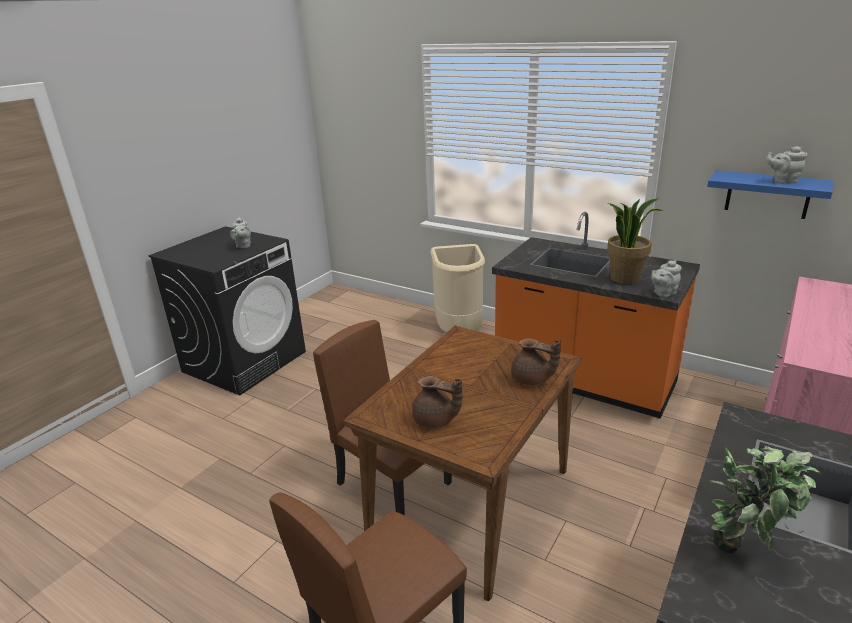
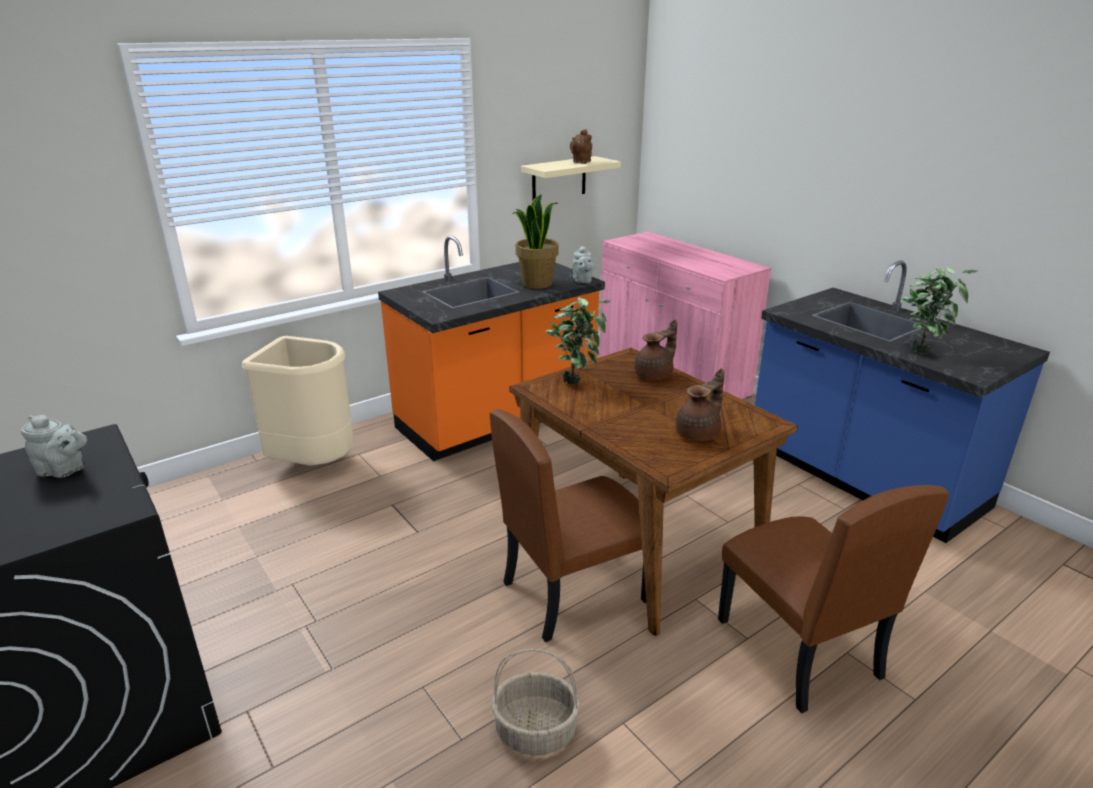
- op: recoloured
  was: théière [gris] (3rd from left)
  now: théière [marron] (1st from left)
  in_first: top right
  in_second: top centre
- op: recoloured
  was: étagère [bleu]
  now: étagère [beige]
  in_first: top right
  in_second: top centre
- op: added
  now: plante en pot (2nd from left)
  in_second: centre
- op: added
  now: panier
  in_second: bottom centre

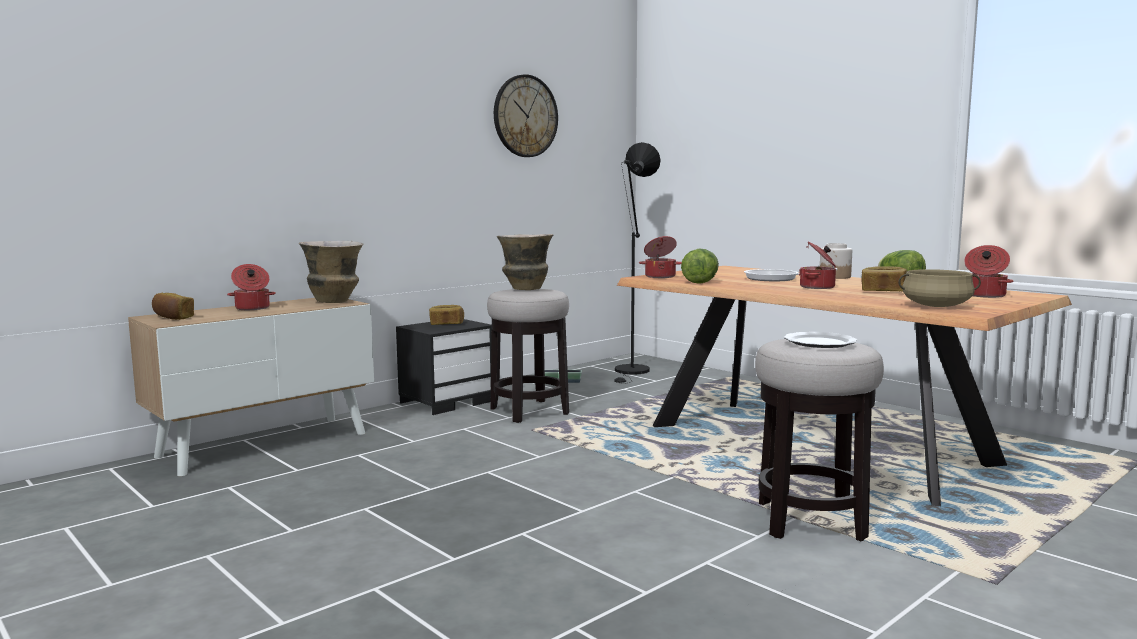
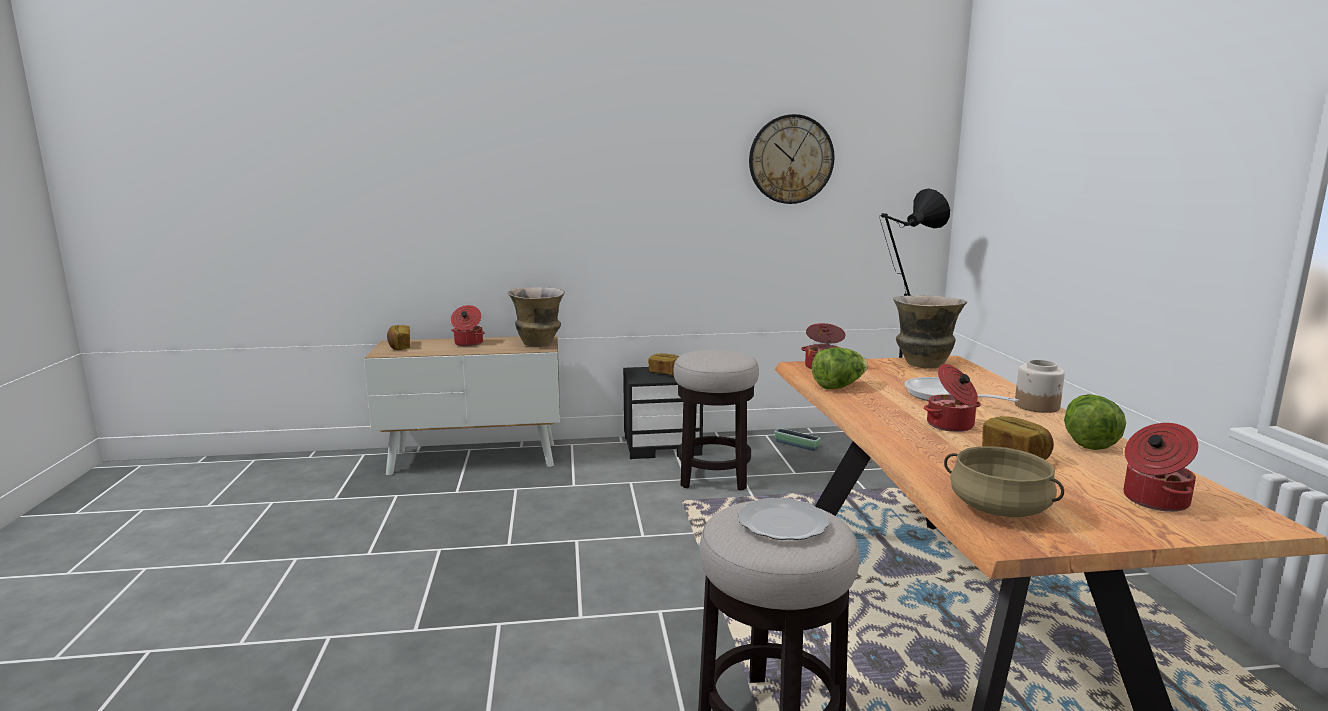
- op: moved
  was: vase (2nd from left)
  in_first: centre
  in_second: middle right

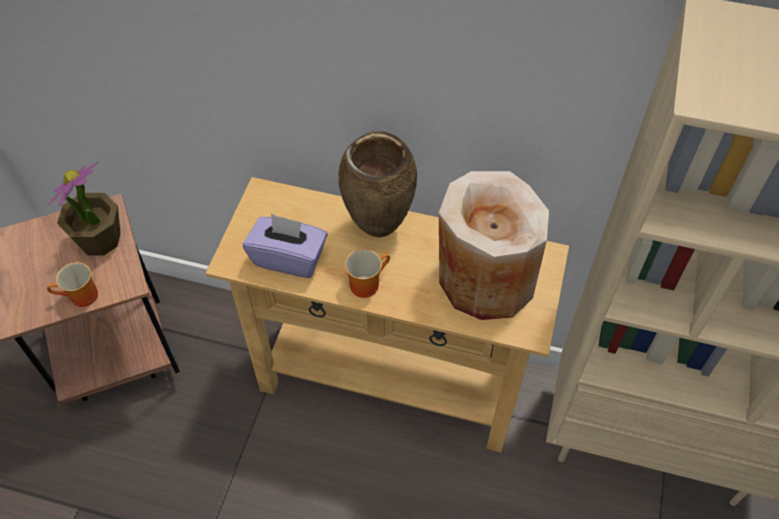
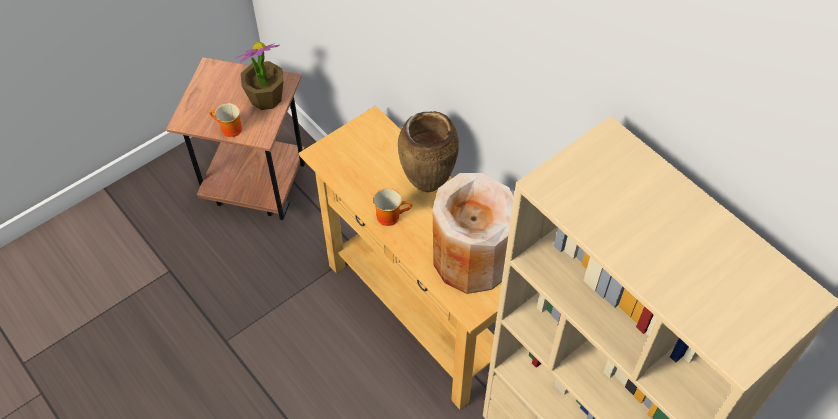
- op: removed
  was: boîte à mouchoirs [violet]
  in_first: centre

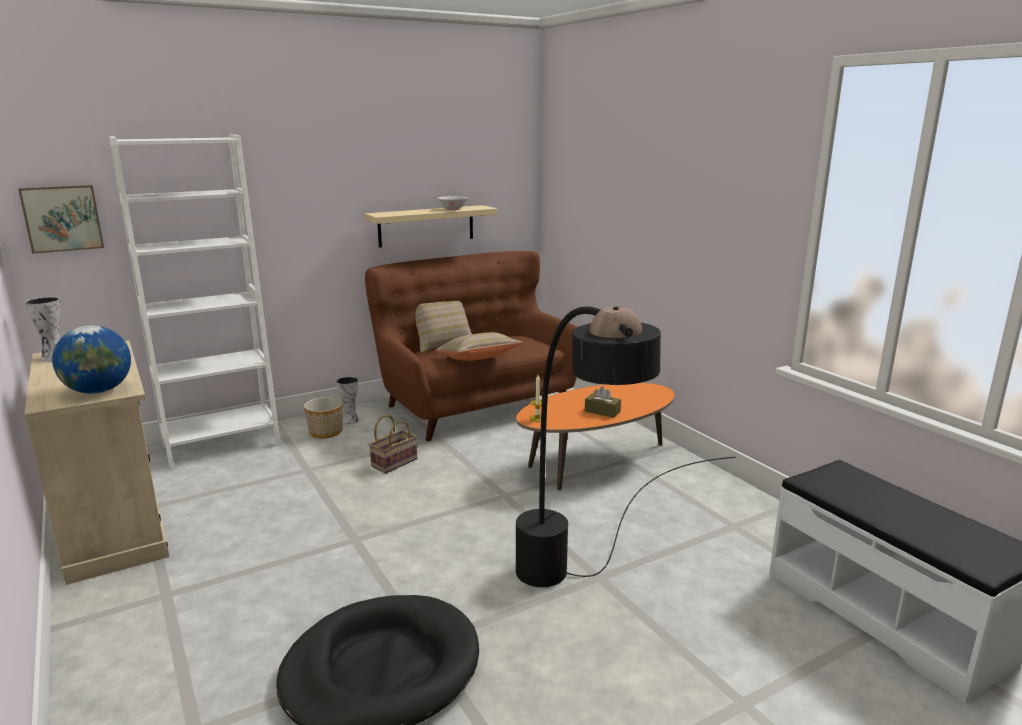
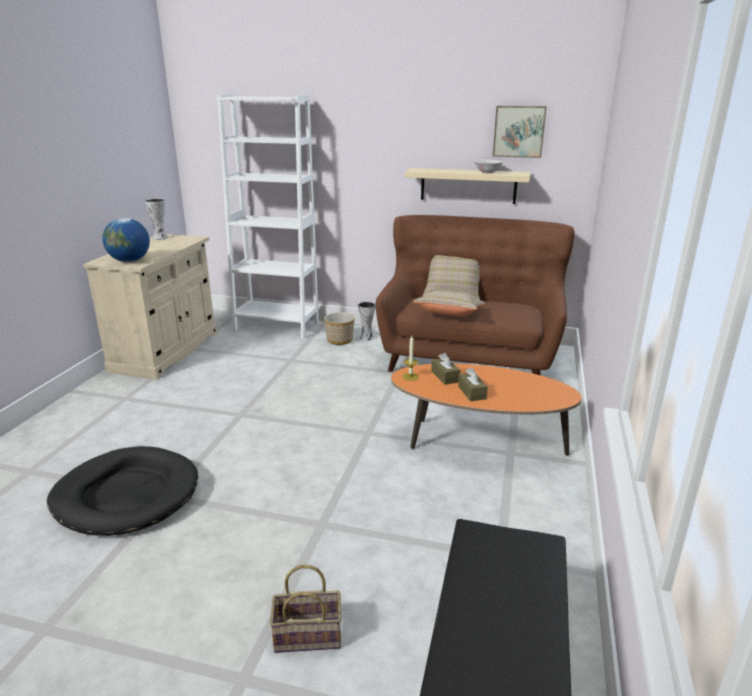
- op: moved
  was: tableau
  in_first: top left
  in_second: top right
- op: removed
  was: lampadaire [noir]
  in_first: centre
- op: moved
  was: panier
  in_first: centre
  in_second: bottom centre
- op: added
  now: boîte à mouchoirs [marron] (1st from left)
  in_second: centre

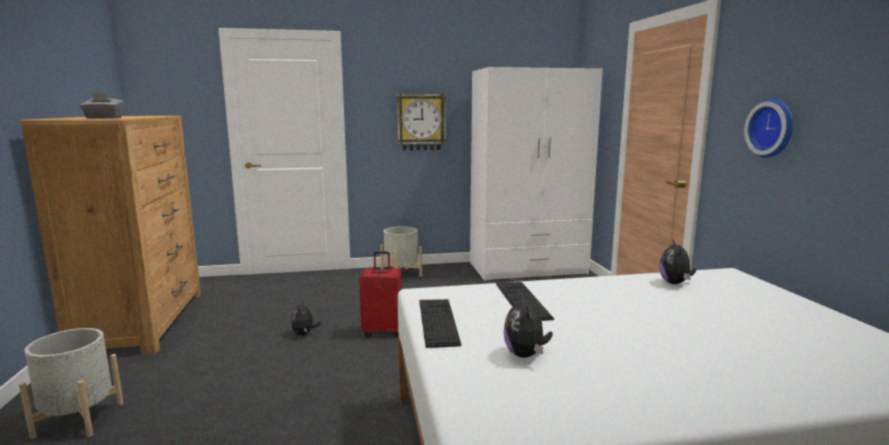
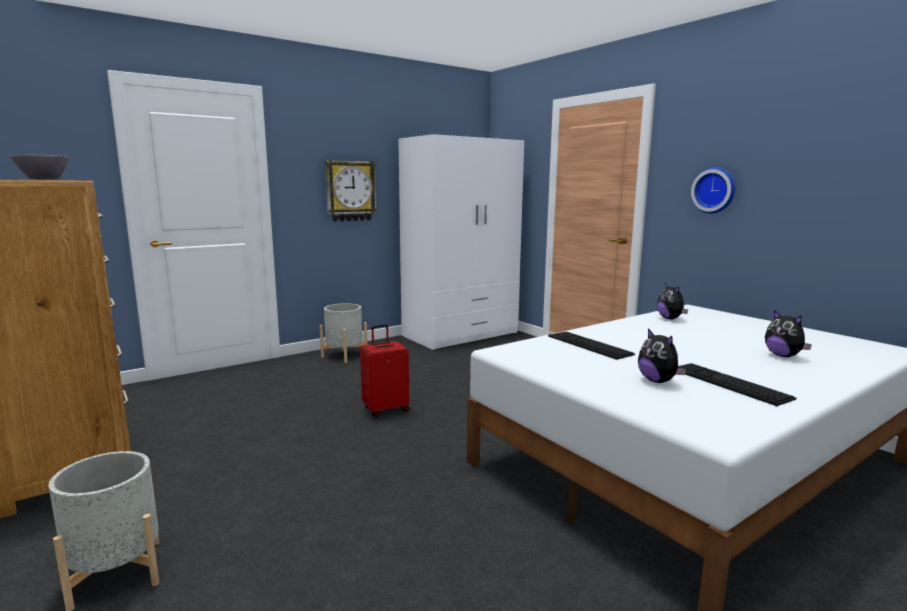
- op: replaced
  was: boîte à mouchoirs [gris]
  now: bol [gris]
  in_first: top left
  in_second: top left
- op: moved
  was: clavier (1st from left in the first image)
  now: clavier (2nd from left)
  in_first: bottom centre
  in_second: middle right
- op: moved
  was: peluche (1st from left in the first image)
  now: peluche (3rd from left)
  in_first: bottom centre
  in_second: middle right

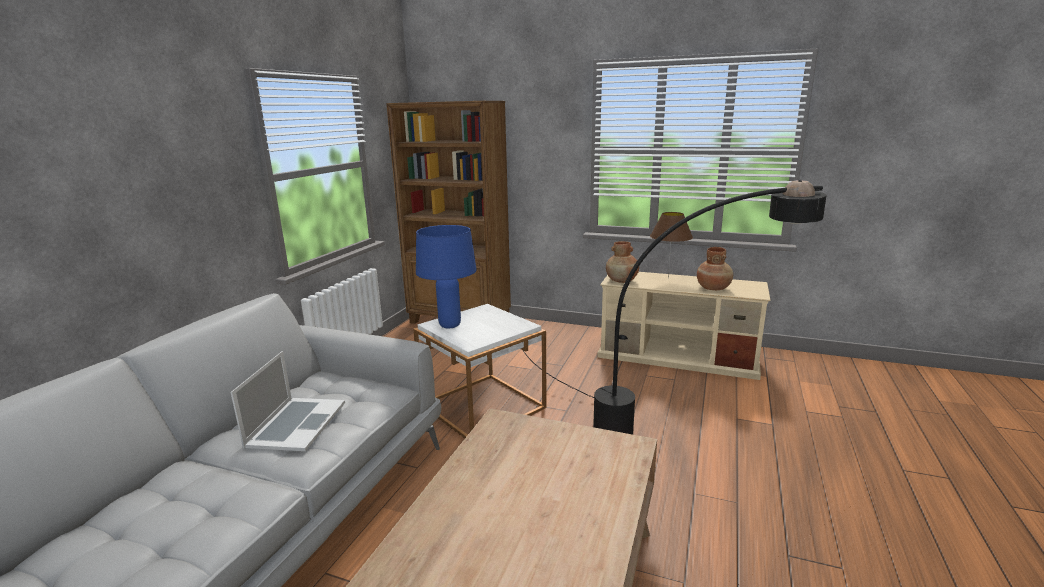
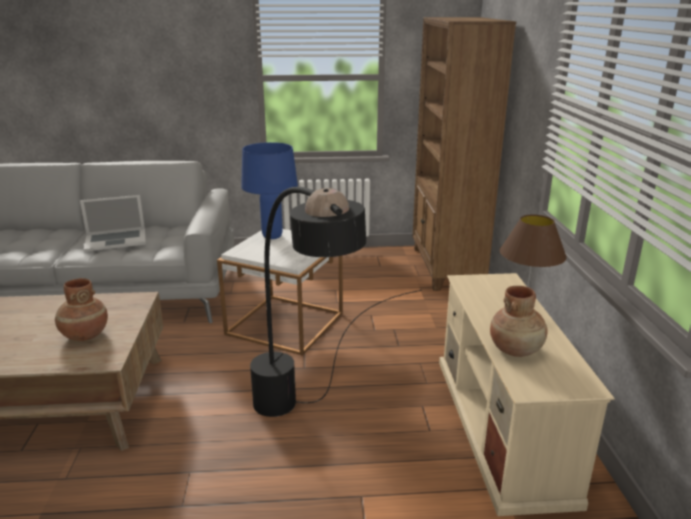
- op: moved
  was: vase [marron] (1st from left)
  in_first: centre
  in_second: middle left

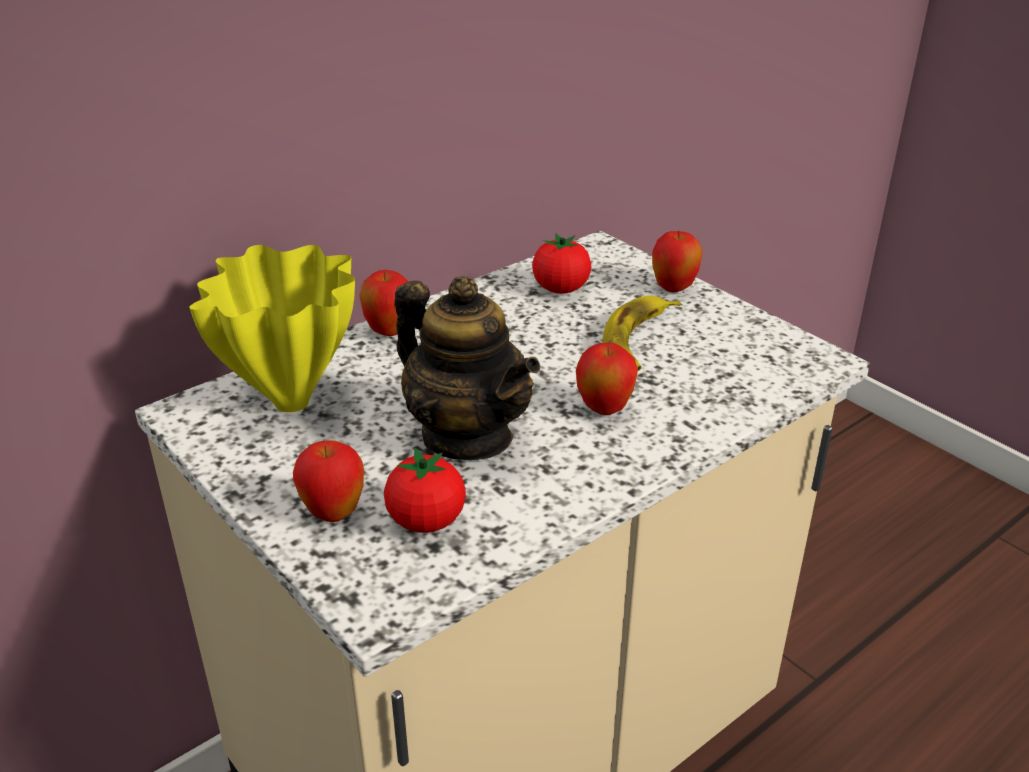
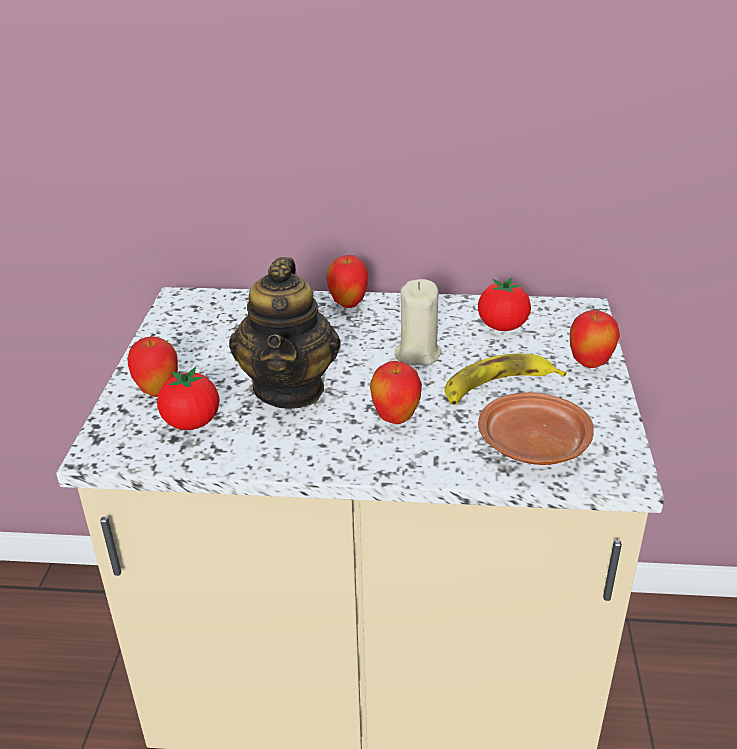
- op: removed
  was: vase [jaune]
  in_first: middle left
- op: added
  now: bougie [beige]
  in_second: centre
- op: added
  now: assiette [marron]
  in_second: middle right

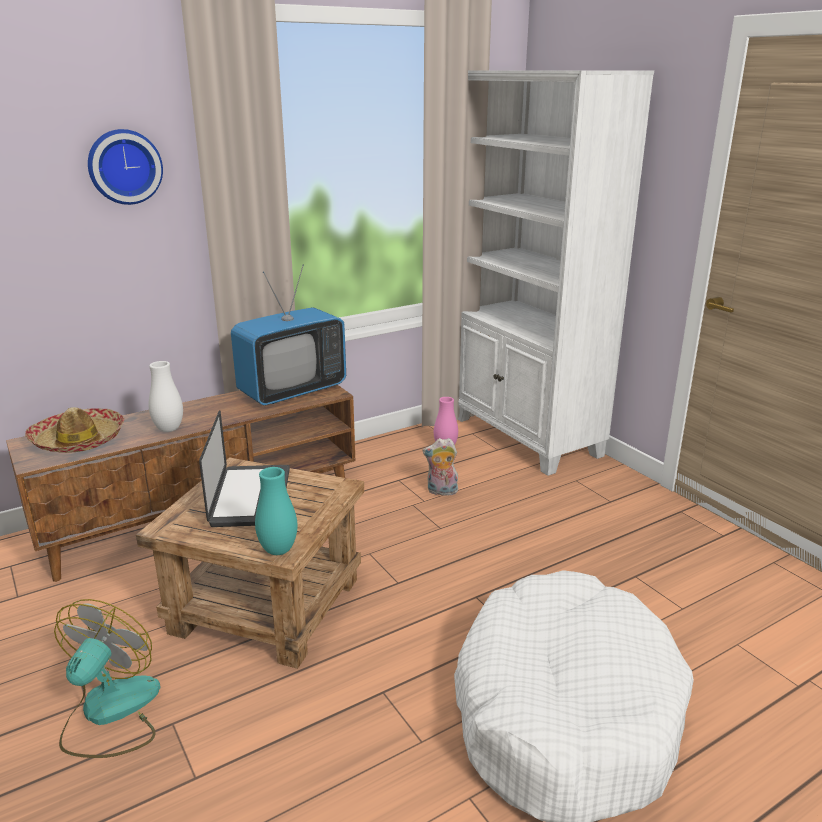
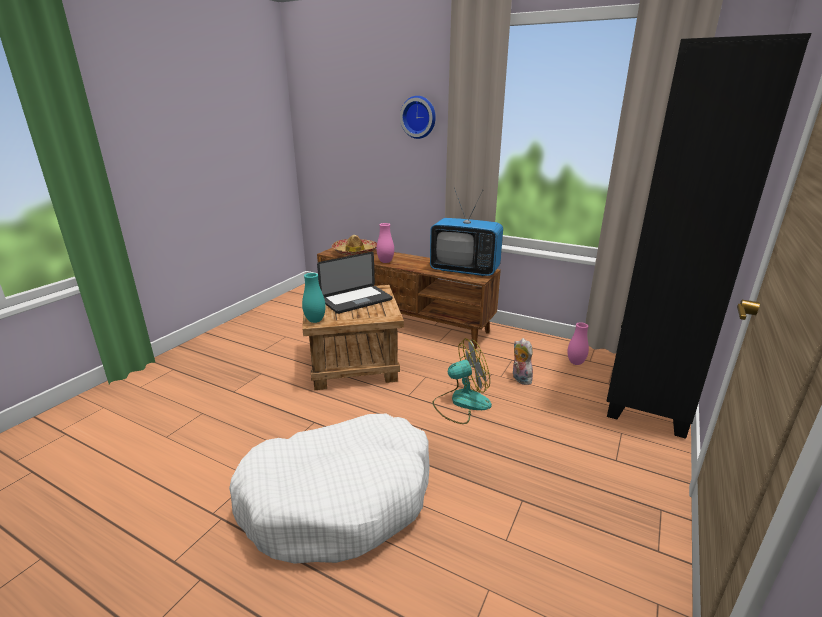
- op: recoloured
  was: bibliothèque [blanc]
  now: bibliothèque [noir]
  in_first: top right
  in_second: middle right
- op: recoloured
  was: vase [blanc]
  now: vase [rose] (1st from left)
  in_first: middle left
  in_second: centre
- op: moved
  was: ventilateur
  in_first: bottom left
  in_second: centre

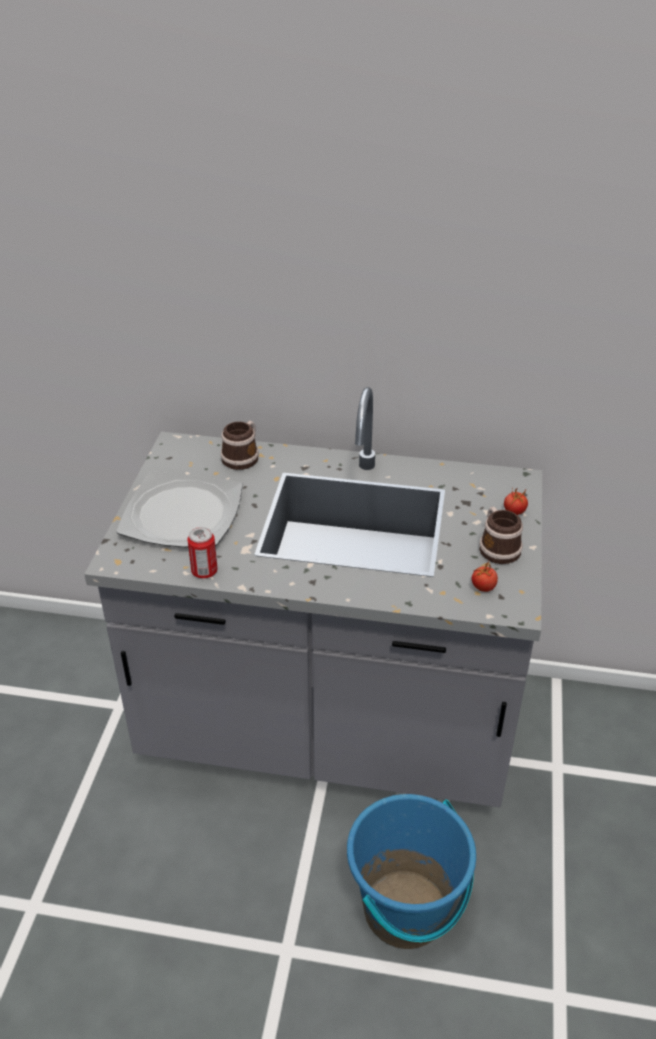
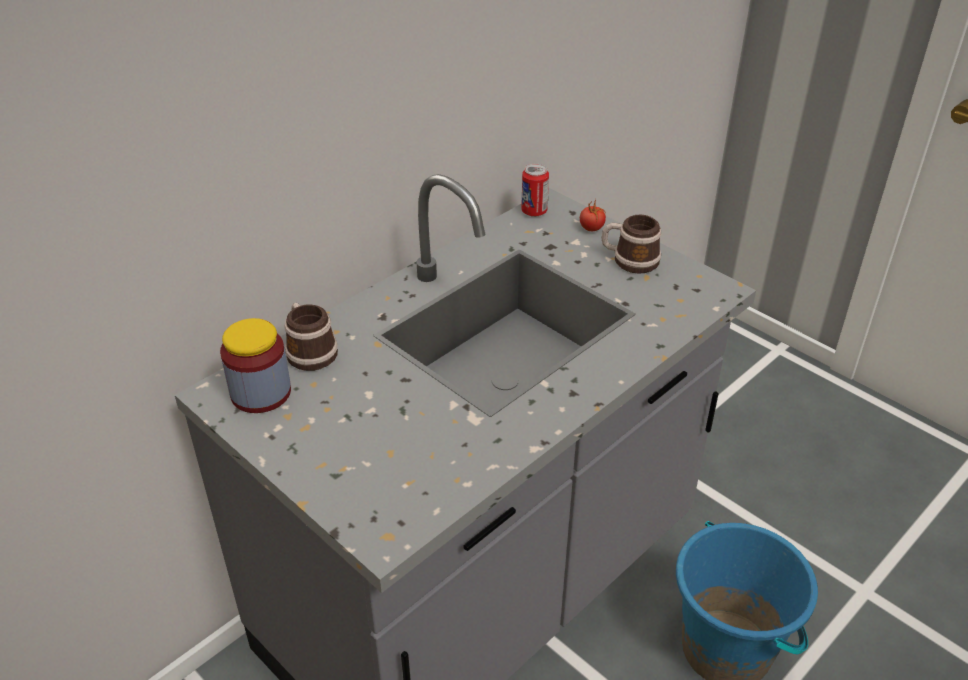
- op: removed
  was: assiette
  in_first: middle left
- op: moved
  was: boîte métallique
  in_first: middle left
  in_second: top centre
- op: removed
  was: tomate (1st from left)
  in_first: middle right
- op: added
  now: bocal
  in_second: middle left

